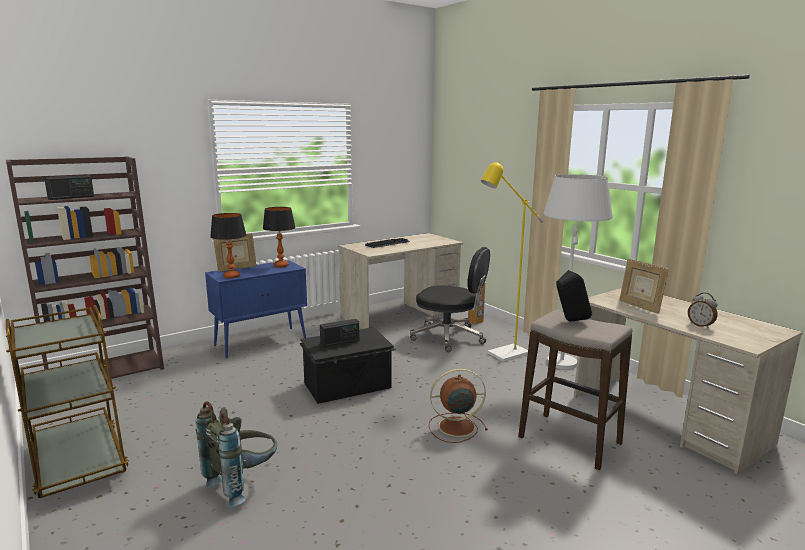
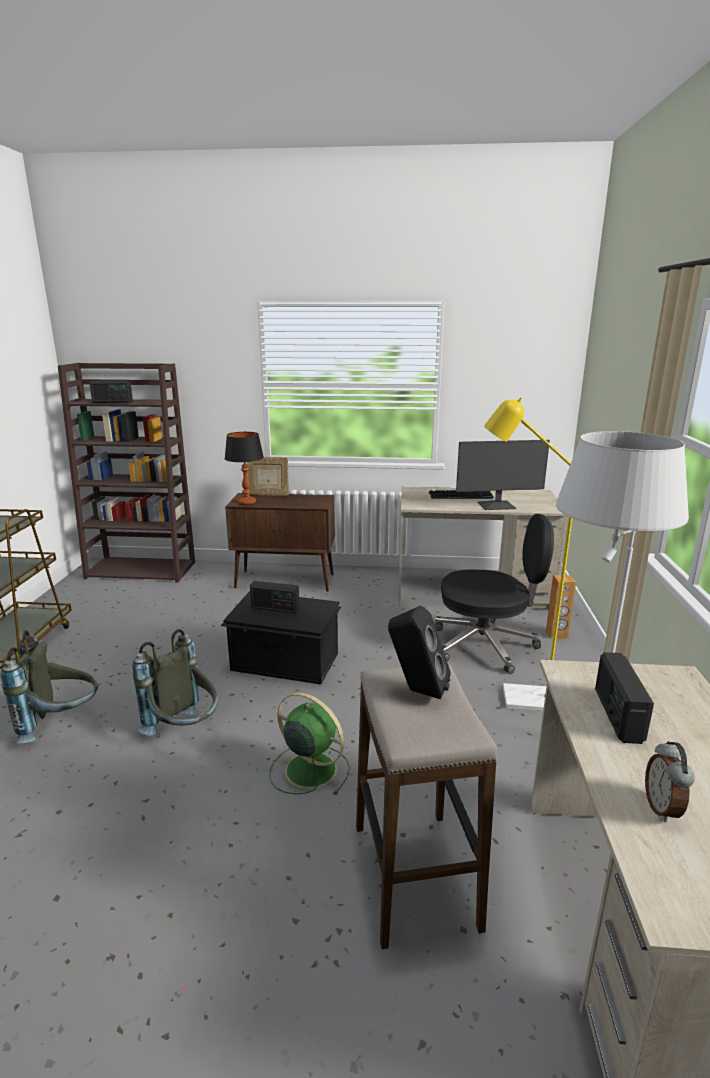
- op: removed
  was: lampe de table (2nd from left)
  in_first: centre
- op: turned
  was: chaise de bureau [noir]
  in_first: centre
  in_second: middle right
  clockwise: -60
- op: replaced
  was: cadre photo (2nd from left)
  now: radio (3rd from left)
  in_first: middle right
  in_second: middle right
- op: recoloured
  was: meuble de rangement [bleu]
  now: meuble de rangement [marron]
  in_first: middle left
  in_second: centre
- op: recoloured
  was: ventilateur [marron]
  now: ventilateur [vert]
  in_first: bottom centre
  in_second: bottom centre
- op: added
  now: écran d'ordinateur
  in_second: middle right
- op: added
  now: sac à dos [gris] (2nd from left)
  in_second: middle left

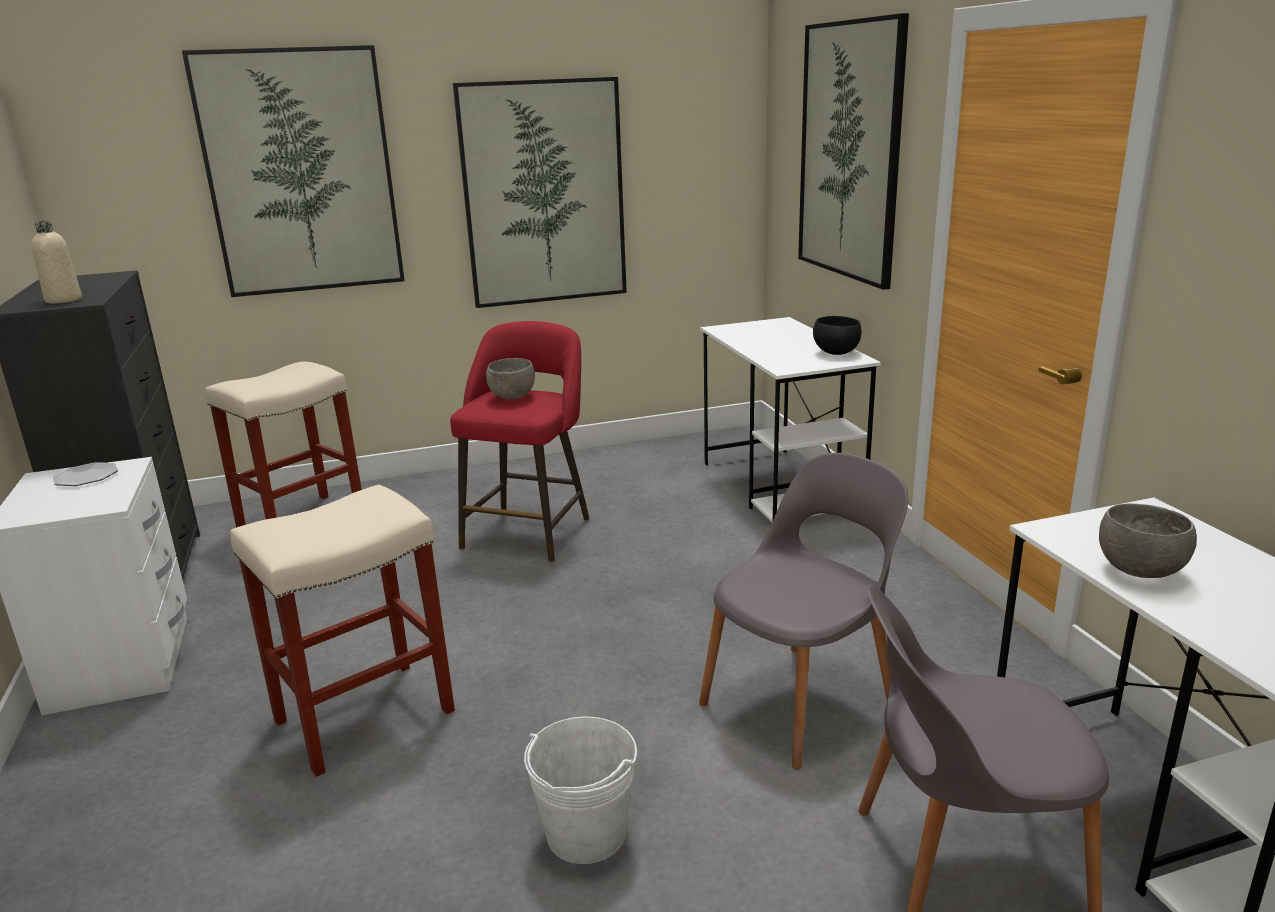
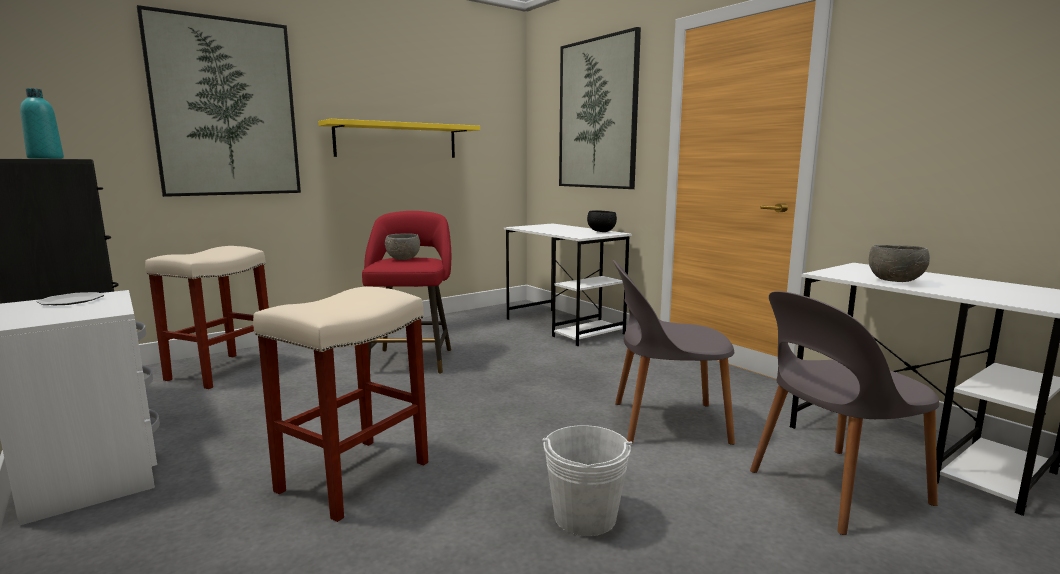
- op: replaced
  was: tableau (2nd from left)
  now: étagère [jaune]
  in_first: top centre
  in_second: top centre
- op: recoloured
  was: bouteille [beige]
  now: bouteille [turquoise]
  in_first: top left
  in_second: top left
- op: turned
  was: chaise [gris] (1st from left)
  in_first: bottom centre
  in_second: centre
  clockwise: -120

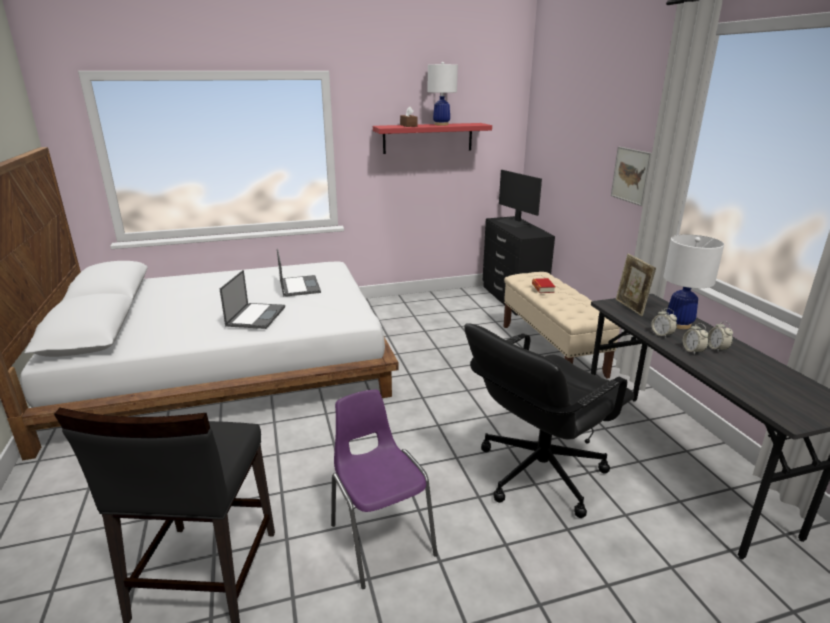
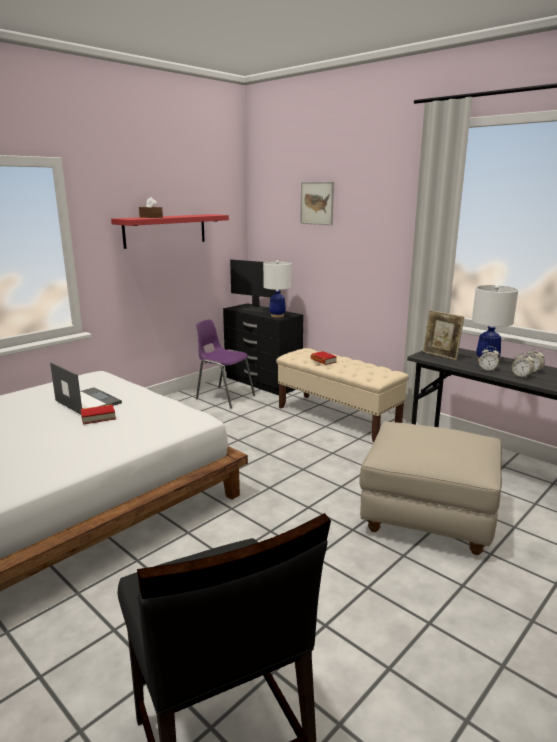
- op: moved
  was: lampe de table [blanc] (1st from left)
  in_first: top centre
  in_second: centre
- op: moved
  was: tableau
  in_first: top right
  in_second: top centre
- op: removed
  was: ordinateur portable (1st from left)
  in_first: middle left
- op: replaced
  was: chaise de bureau [noir]
  now: pouf [beige]
  in_first: bottom centre
  in_second: middle right
- op: moved
  was: chaise [violet]
  in_first: bottom centre
  in_second: centre
- op: added
  now: livre (1st from left)
  in_second: middle left

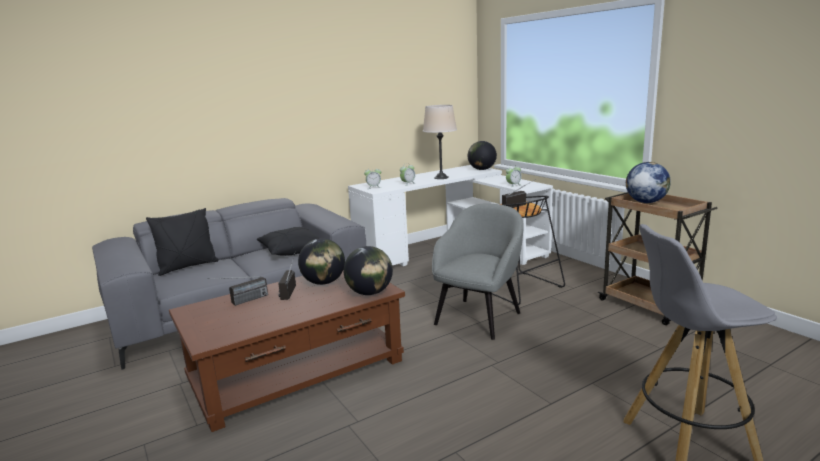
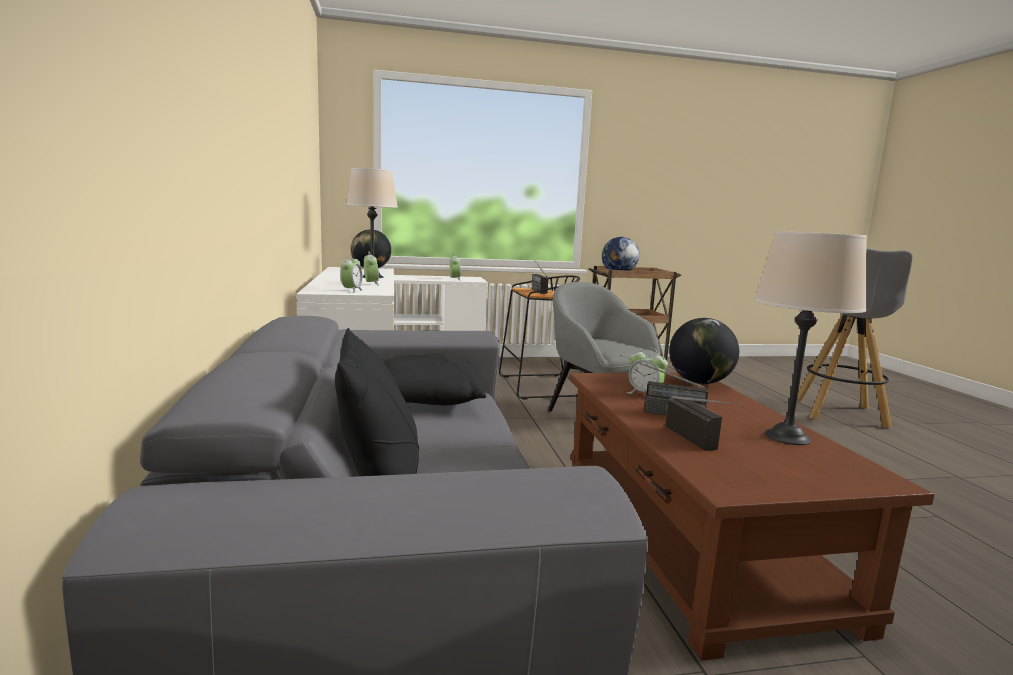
- op: replaced
  was: globe (1st from left)
  now: réveil (4th from left)
  in_first: centre
  in_second: centre
- op: added
  now: lampe de table [beige] (2nd from left)
  in_second: middle right

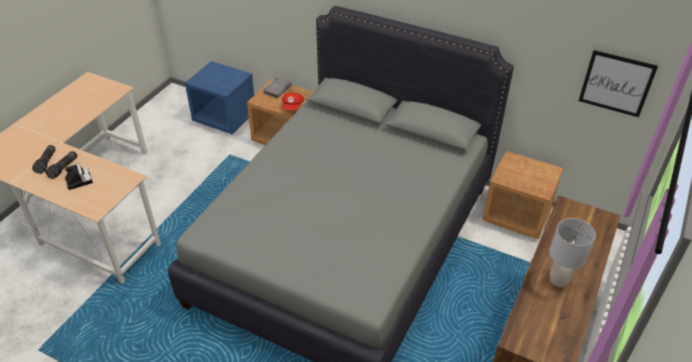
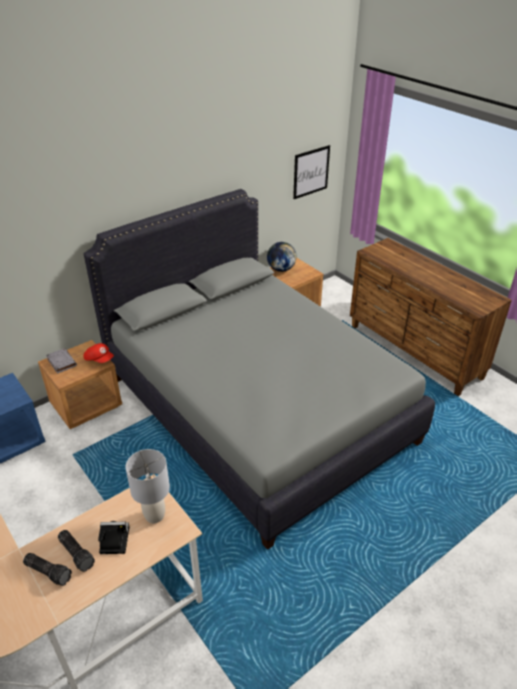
- op: moved
  was: lampe de table [gris]
  in_first: bottom right
  in_second: bottom left
- op: added
  now: globe
  in_second: centre

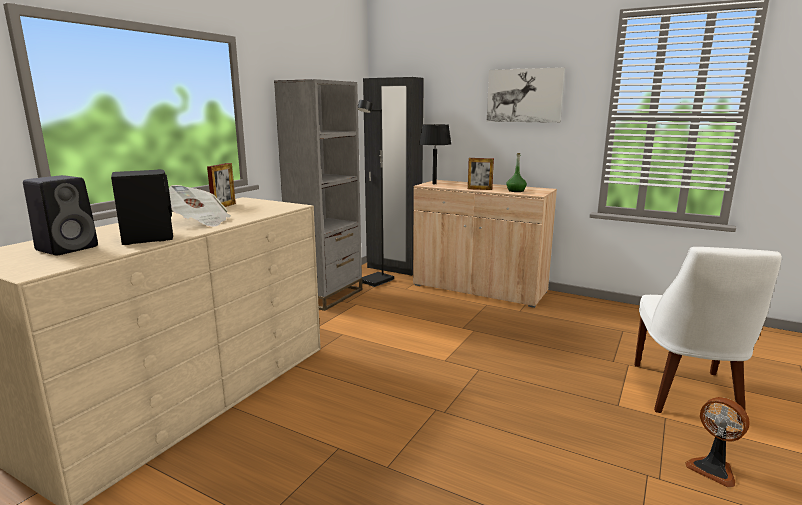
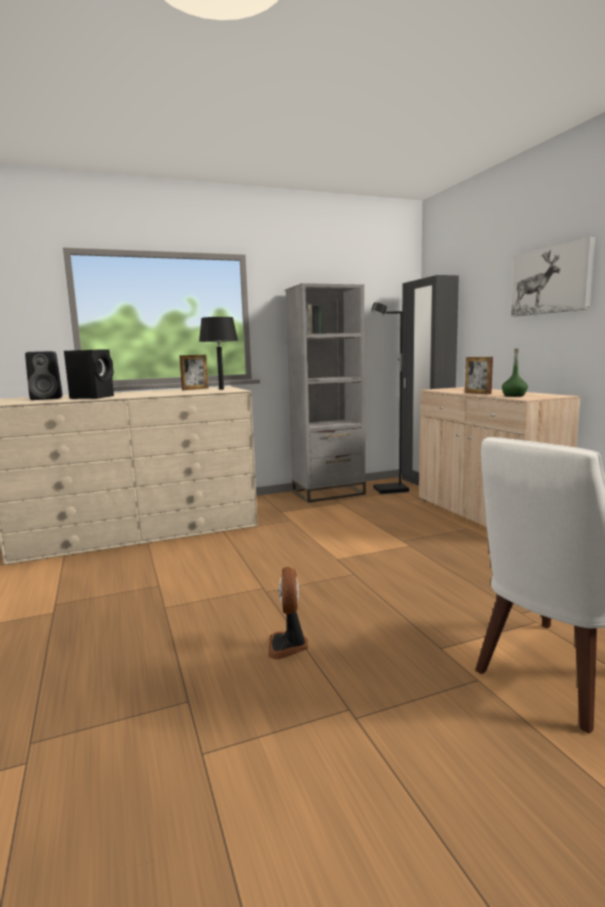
- op: moved
  was: lampe de table [noir]
  in_first: top centre
  in_second: centre
- op: removed
  was: journal
  in_first: middle left
- op: moved
  was: ventilateur
  in_first: bottom right
  in_second: bottom centre

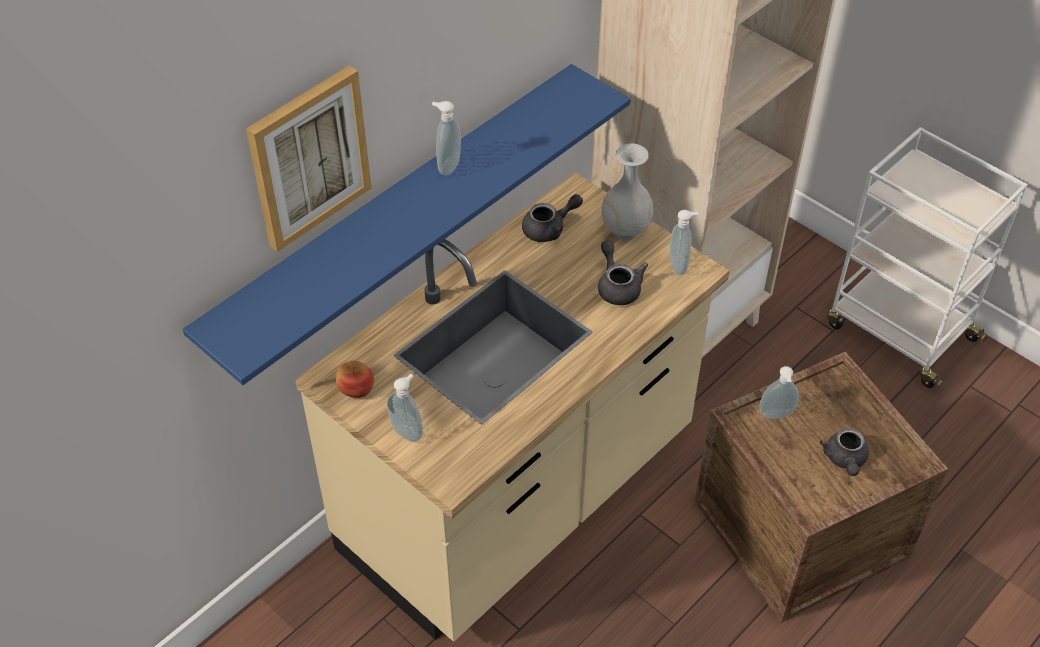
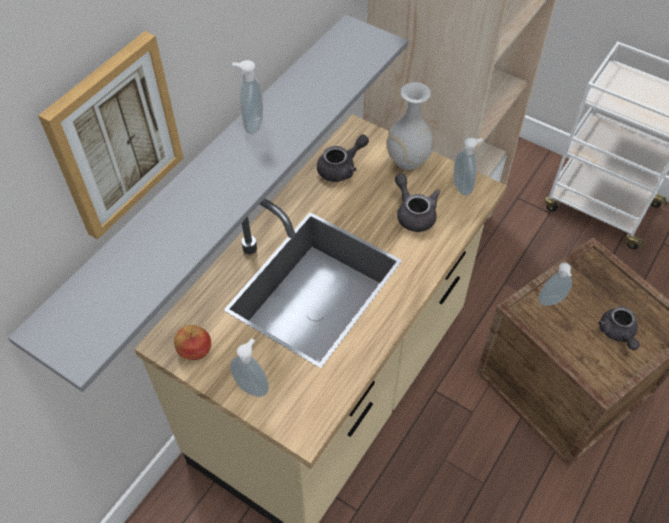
- op: recoloured
  was: étagère [bleu]
  now: étagère [gris]
  in_first: centre
  in_second: middle left

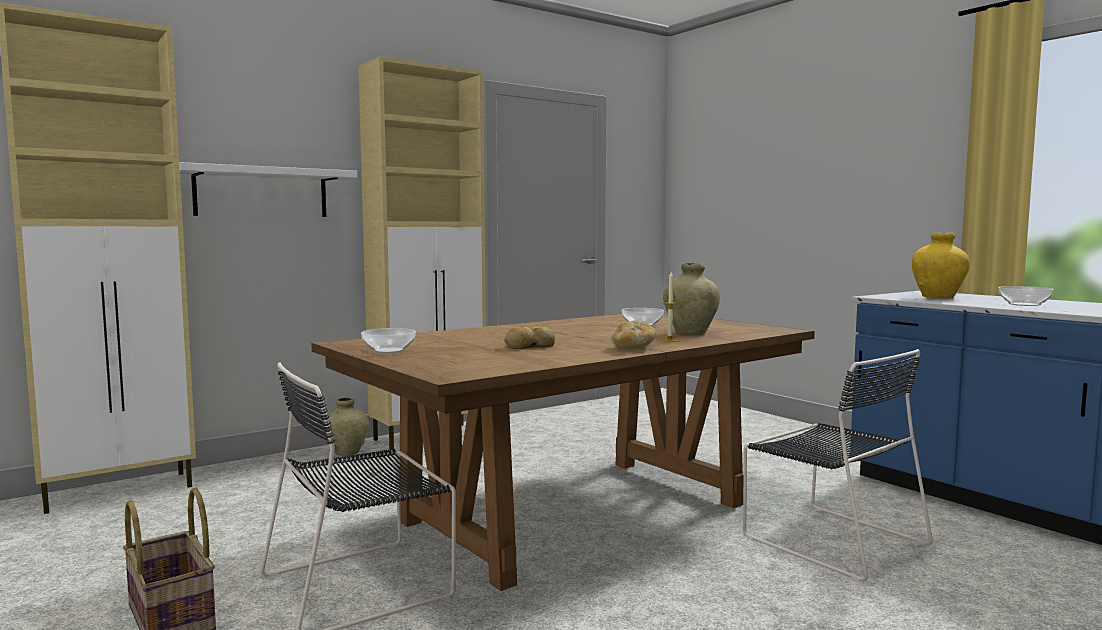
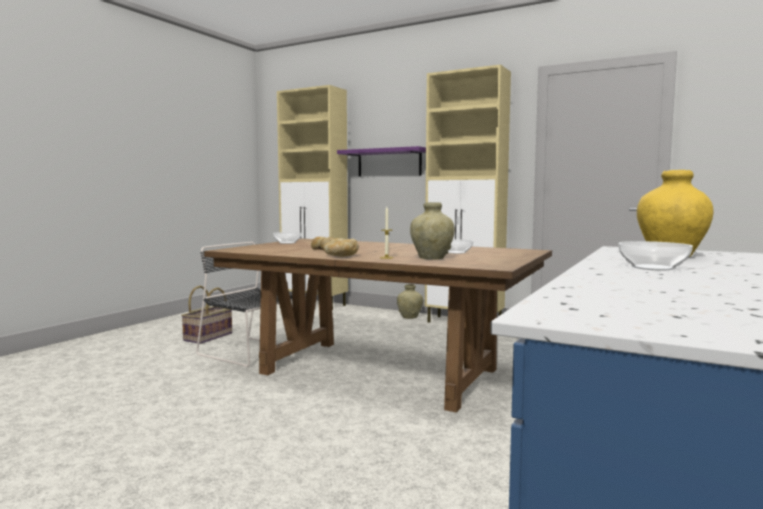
- op: recoloured
  was: étagère [blanc]
  now: étagère [violet]
  in_first: top left
  in_second: top centre
- op: removed
  was: chaise [noir] (2nd from left)
  in_first: bottom right

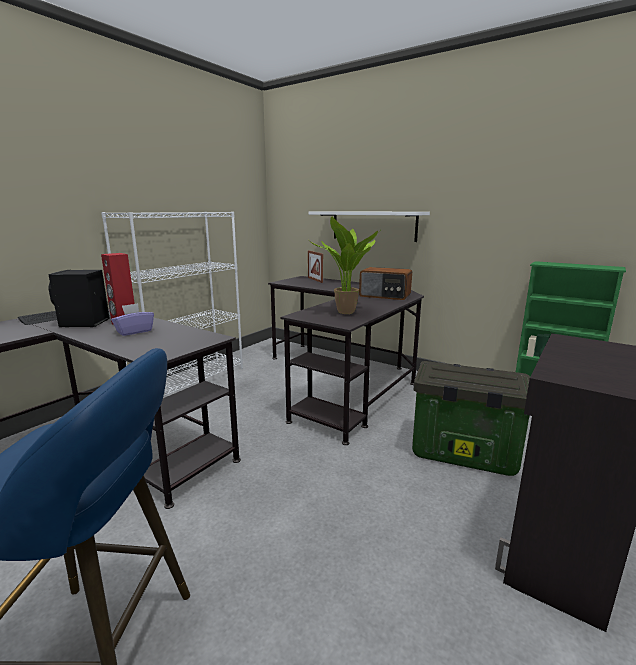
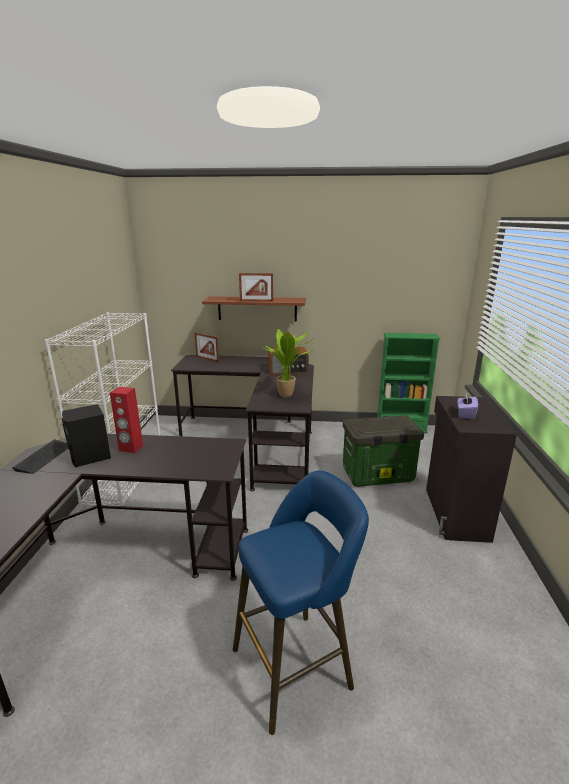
- op: recoloured
  was: étagère [blanc]
  now: étagère [marron]
  in_first: centre
  in_second: centre
- op: moved
  was: boîte à mouchoirs [violet]
  in_first: middle left
  in_second: middle right
- op: added
  now: cadre photo (2nd from left)
  in_second: centre

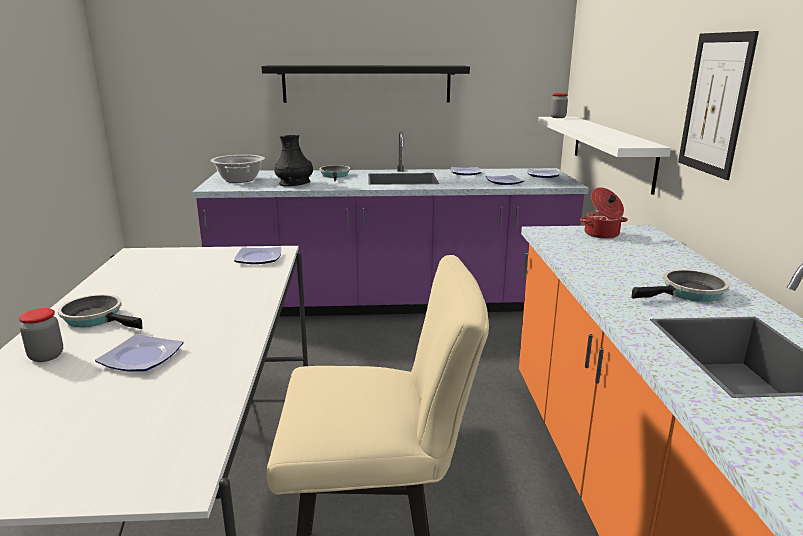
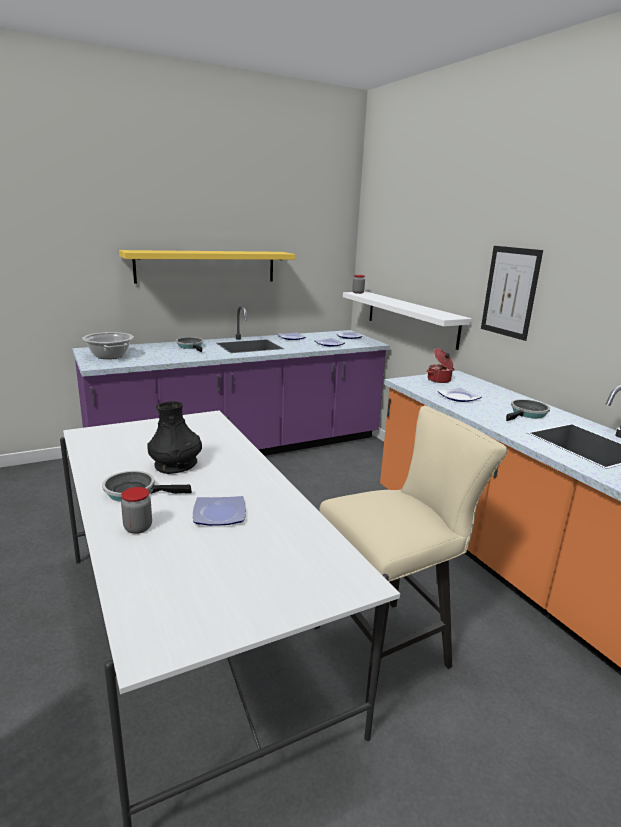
- op: recoloured
  was: étagère [noir]
  now: étagère [jaune]
  in_first: top centre
  in_second: top centre
- op: moved
  was: vase [noir]
  in_first: top centre
  in_second: middle left
- op: moved
  was: assiette (2nd from left in the first image)
  now: assiette (5th from left)
  in_first: middle left
  in_second: middle right

